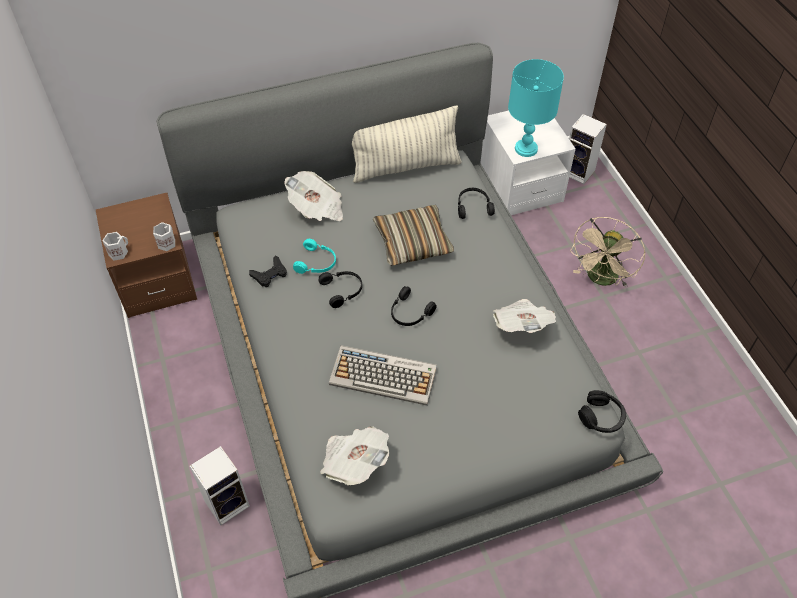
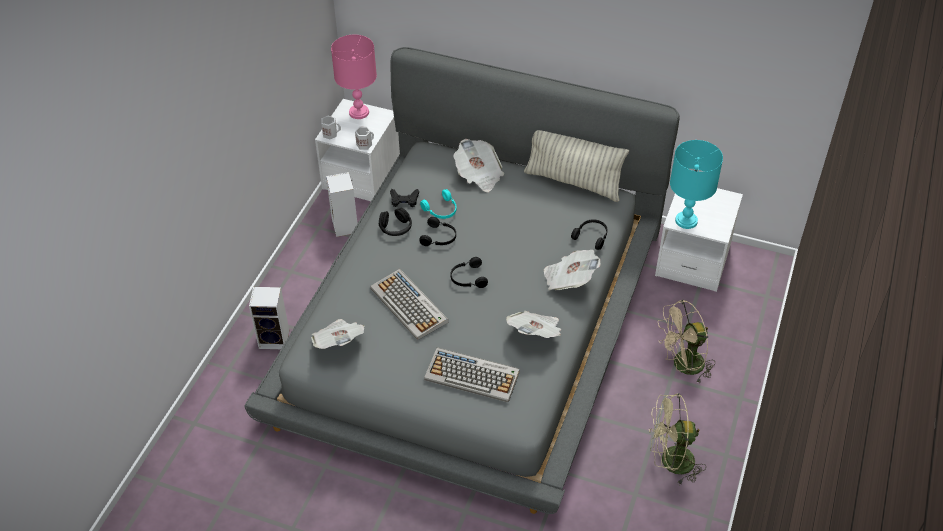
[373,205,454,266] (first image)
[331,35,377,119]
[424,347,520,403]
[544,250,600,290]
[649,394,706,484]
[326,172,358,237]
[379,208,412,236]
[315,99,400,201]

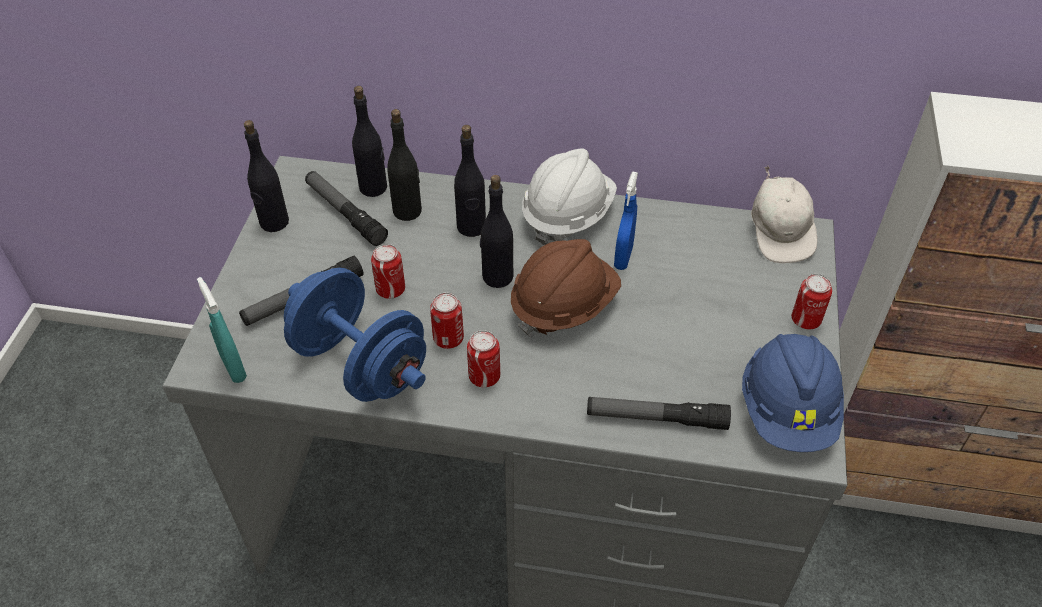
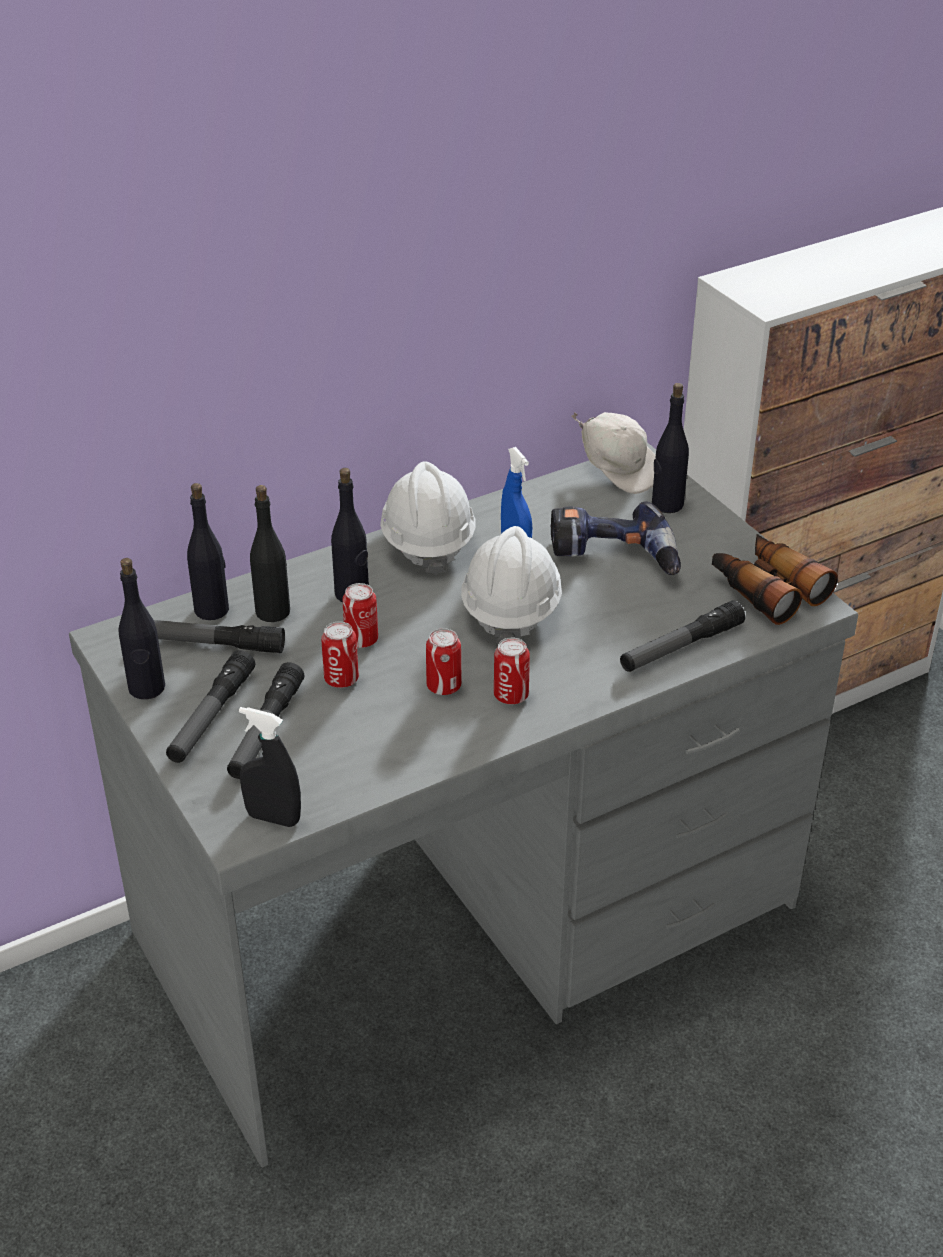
[284,268,426,402] (first image)
[166,650,255,763]
[550,502,681,575]
[652,383,689,513]
[343,583,378,648]
[712,534,838,625]
[239,707,301,827]
[461,526,562,643]

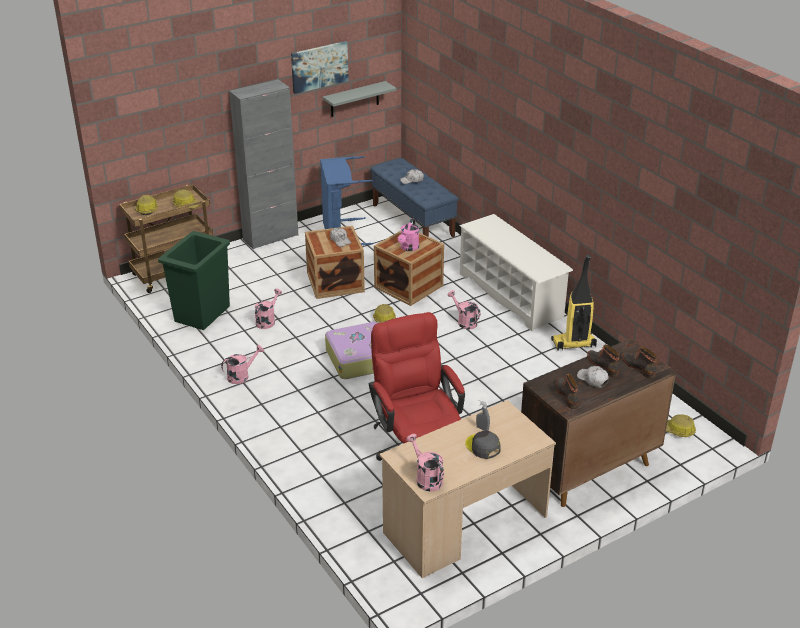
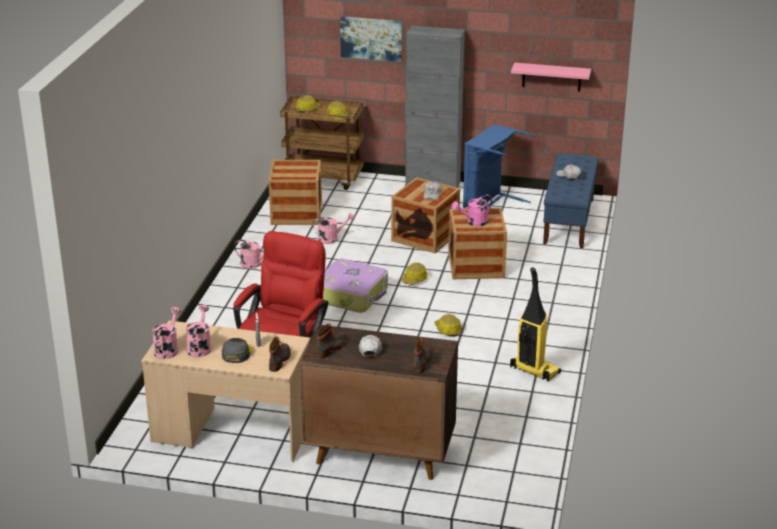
[460,214,573,331] (first image)
[340,17,402,62]
[186,305,211,357]
[269,336,291,372]
[434,314,463,337]
[269,160,322,225]
[511,63,591,92]

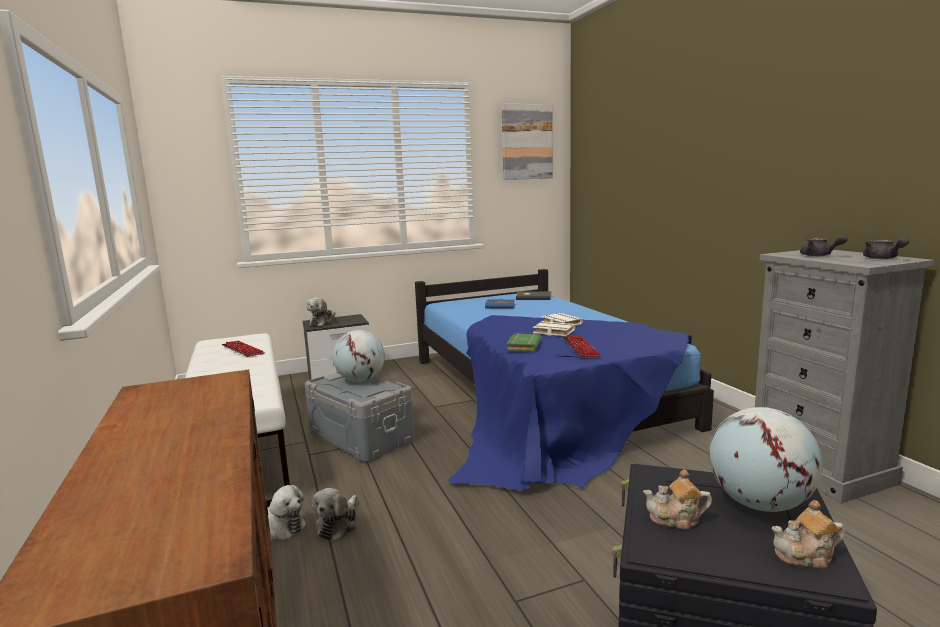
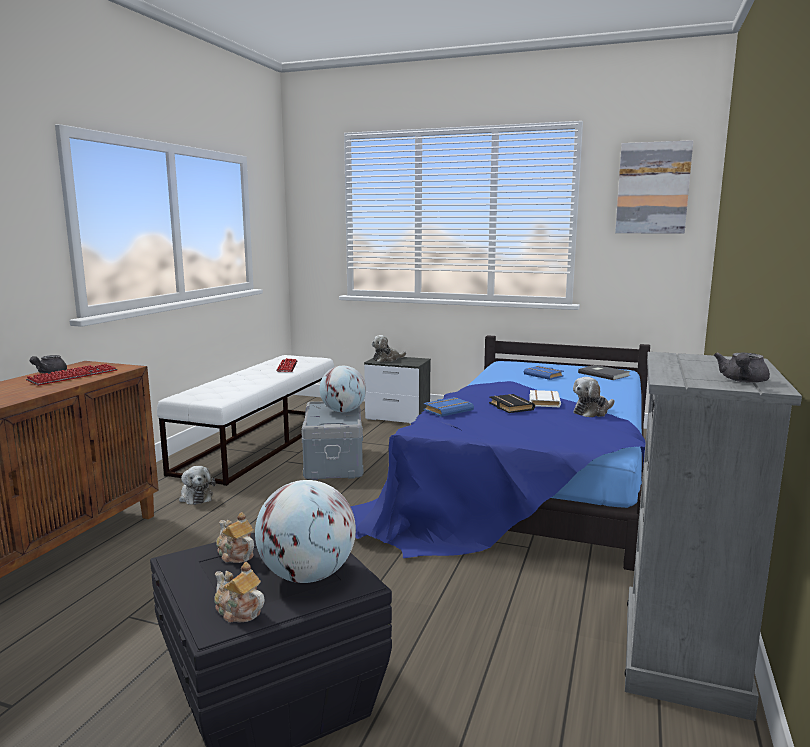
[573,377,615,417]
[26,364,118,386]
[30,355,67,374]
[423,397,474,417]
[489,394,535,413]

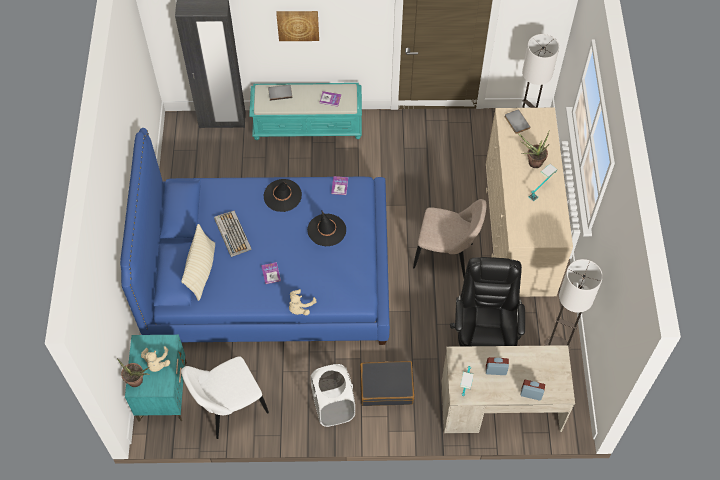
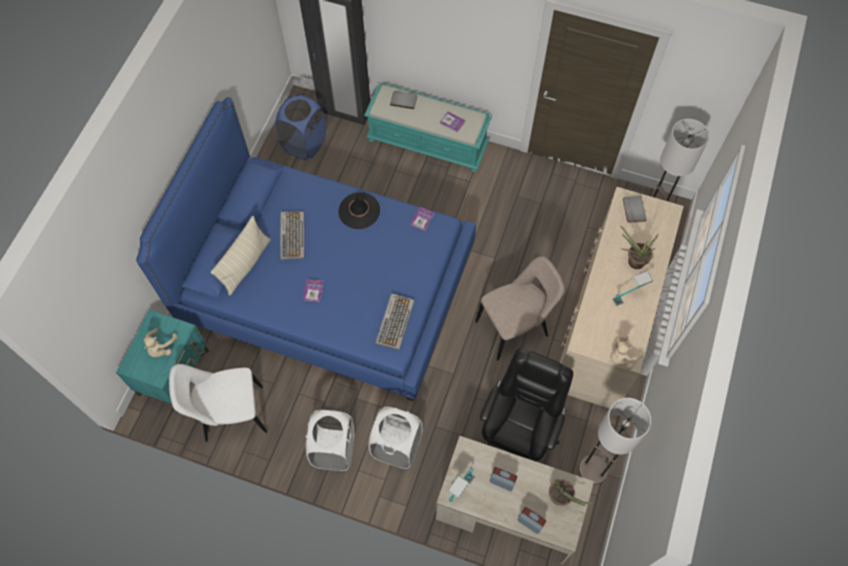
[276,11,319,41] (first image)
[307,211,346,246] (first image)
[276,94,326,160]
[375,293,415,350]
[549,478,594,506]
[610,336,643,370]
[368,407,423,469]
[475,256,565,360]

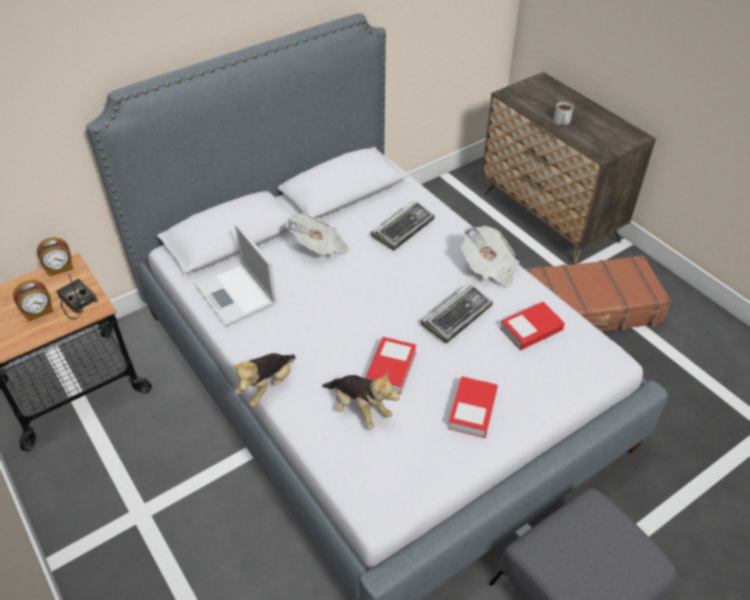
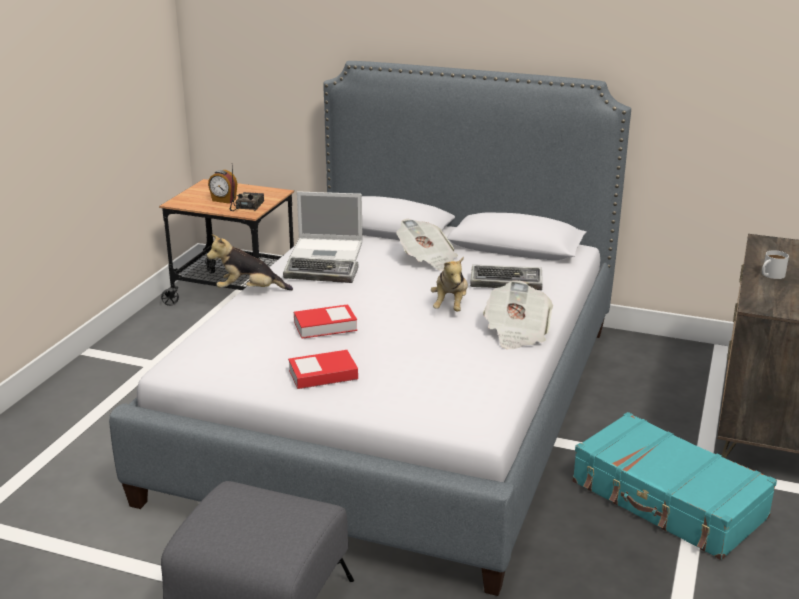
[37,237,73,276] (first image)
[500,302,565,350] (first image)
[431,256,468,312]
[283,256,359,283]
[572,412,777,560]
[290,191,363,261]

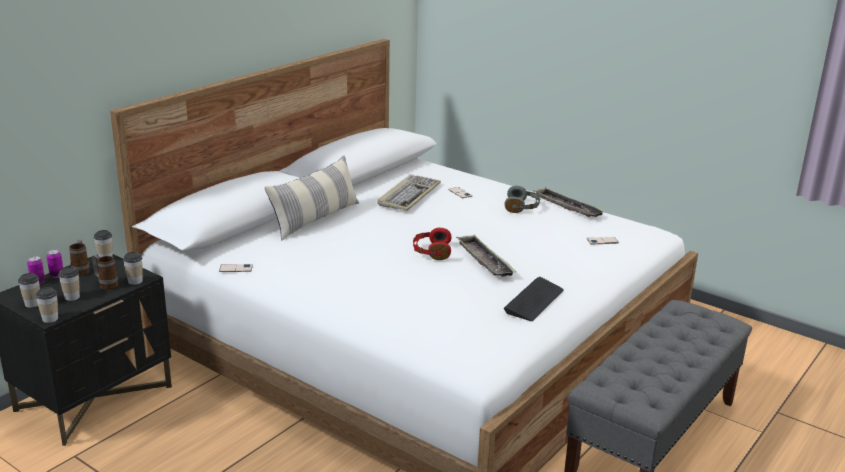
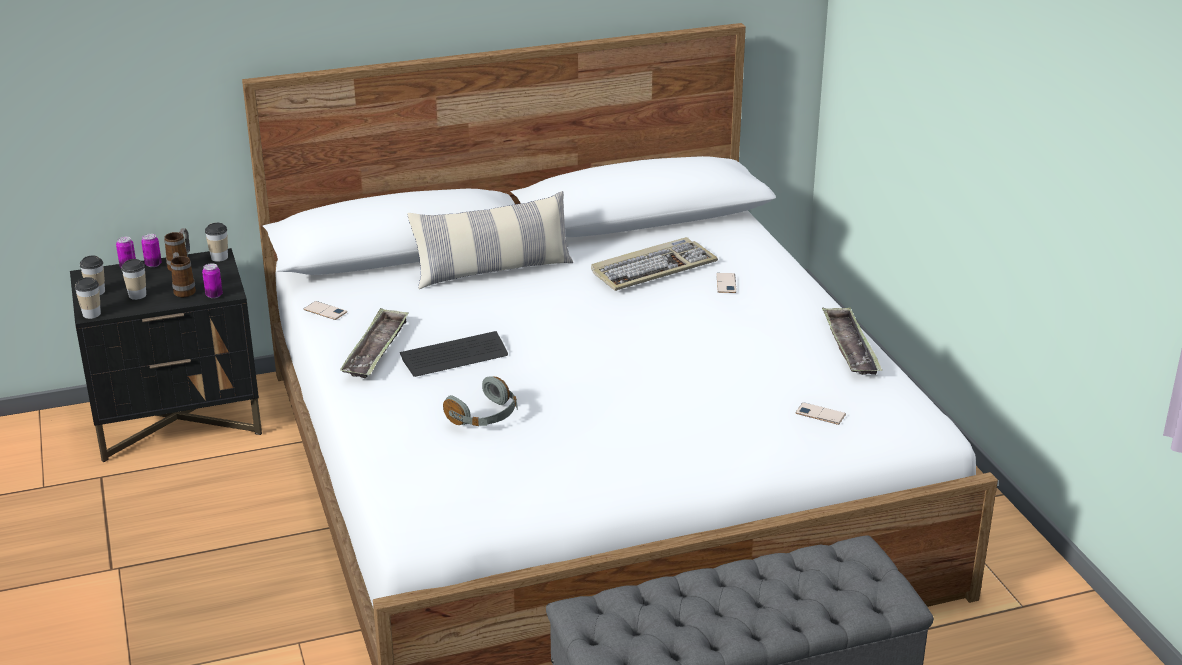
[413,228,452,260] (first image)
[340,308,409,379]
[400,331,508,377]
[443,376,518,426]
[202,263,223,298]

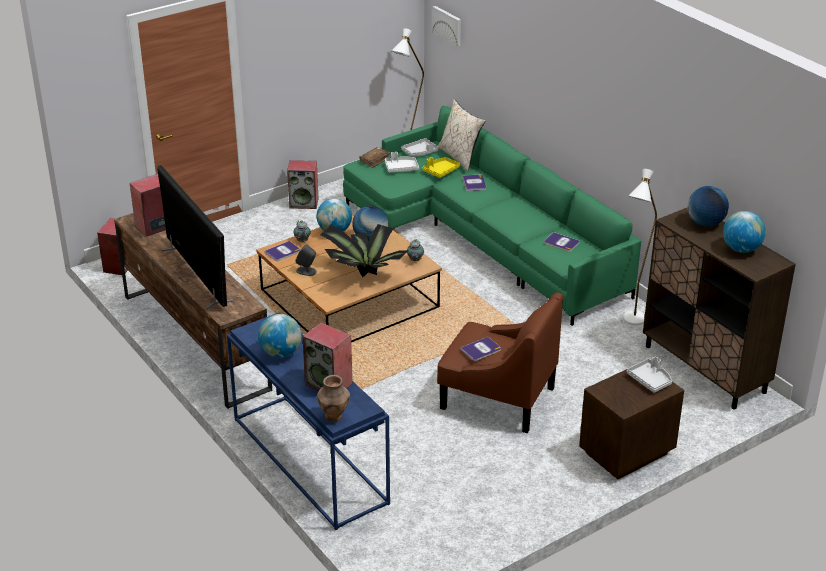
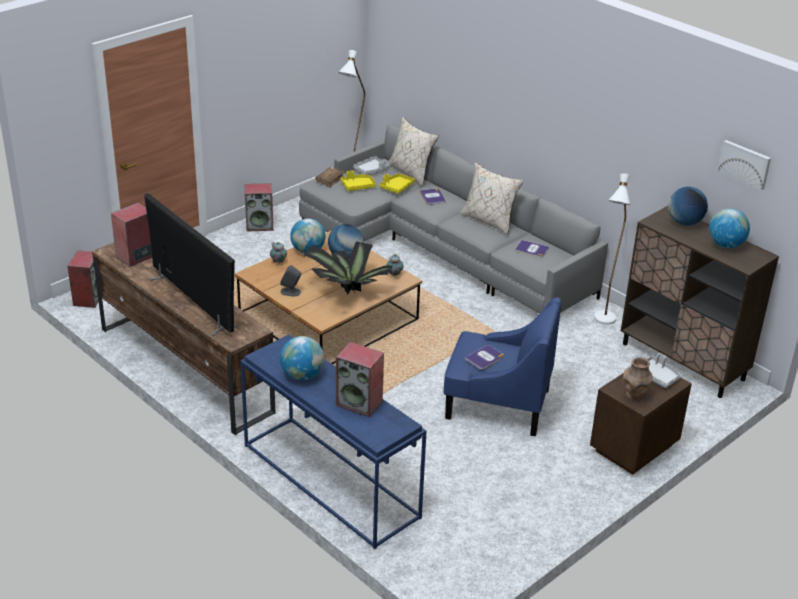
[264,241,301,261] (first image)
[460,162,524,235]
[623,357,652,401]
[718,140,771,190]
[299,124,608,313]
[341,170,376,191]
[443,297,562,436]

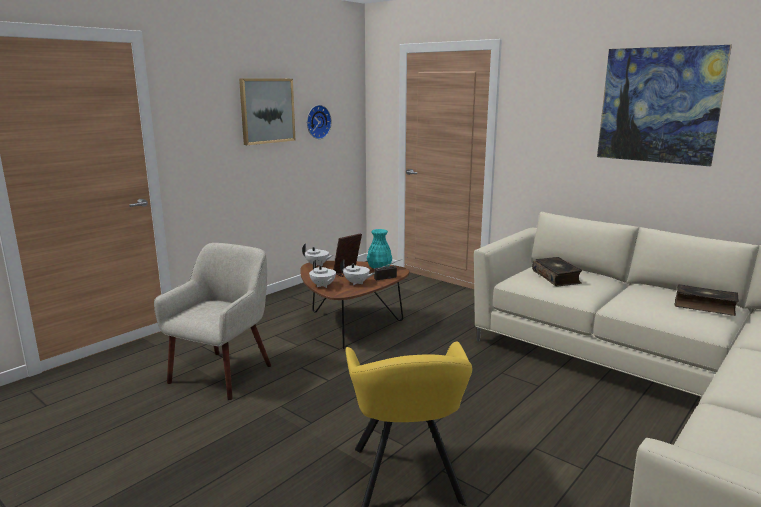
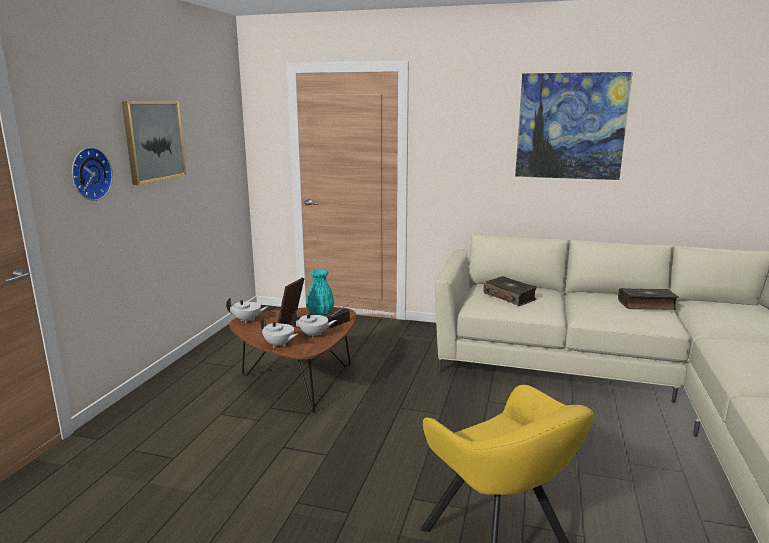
[154,243,272,400] (first image)
[72,147,113,201]

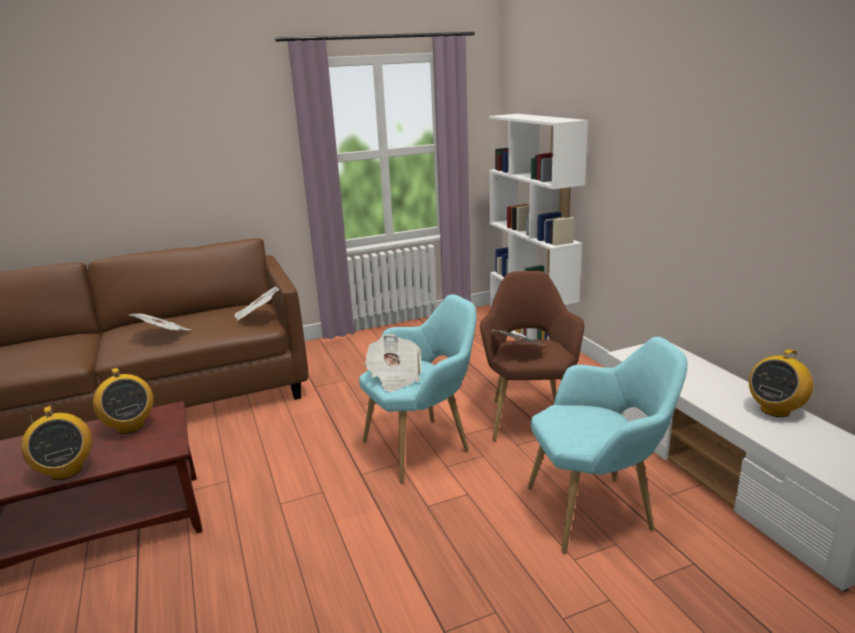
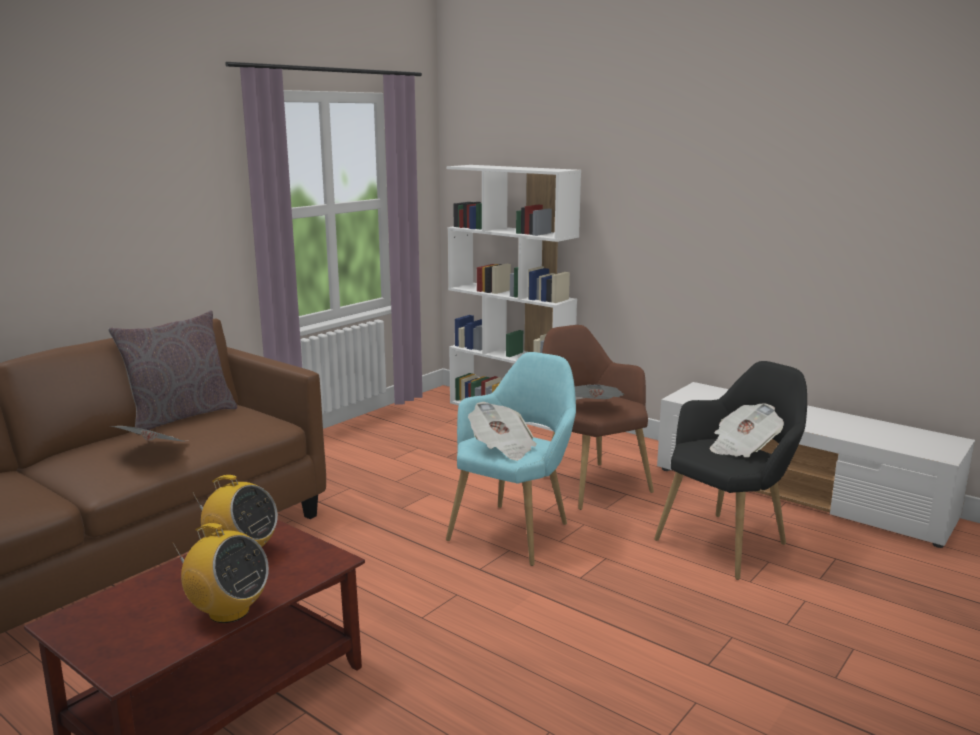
[749,349,813,417] (first image)
[108,310,237,434]
[710,403,784,457]
[654,361,807,580]

